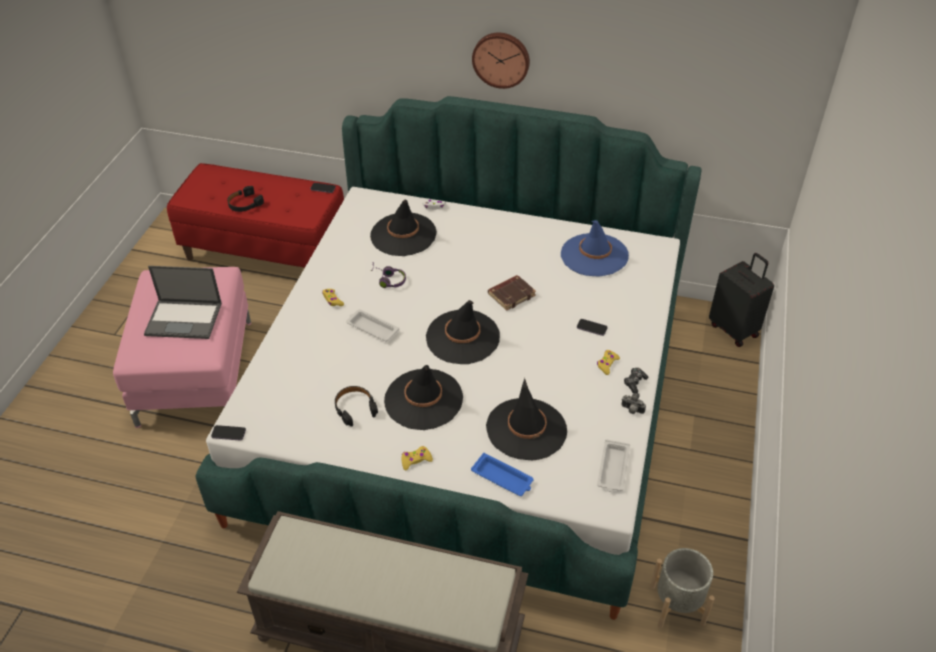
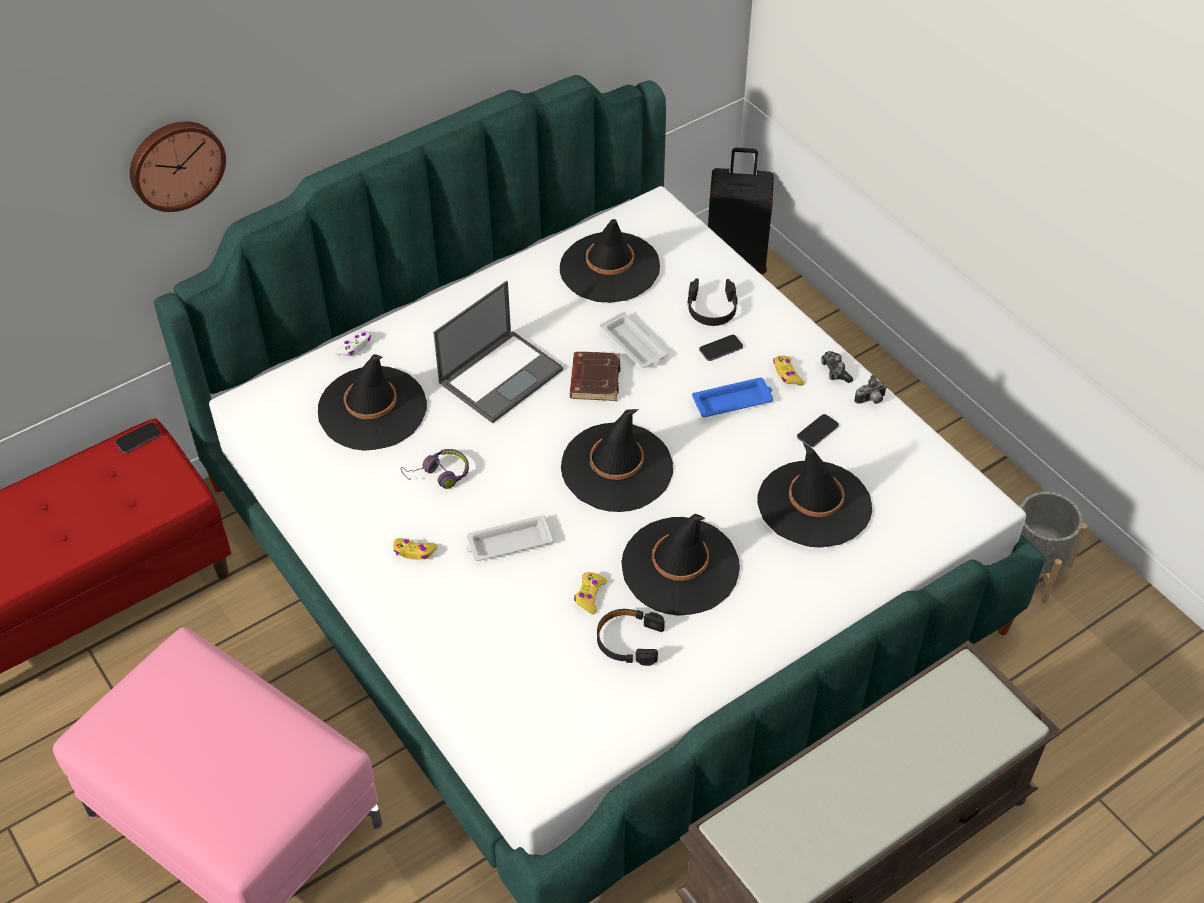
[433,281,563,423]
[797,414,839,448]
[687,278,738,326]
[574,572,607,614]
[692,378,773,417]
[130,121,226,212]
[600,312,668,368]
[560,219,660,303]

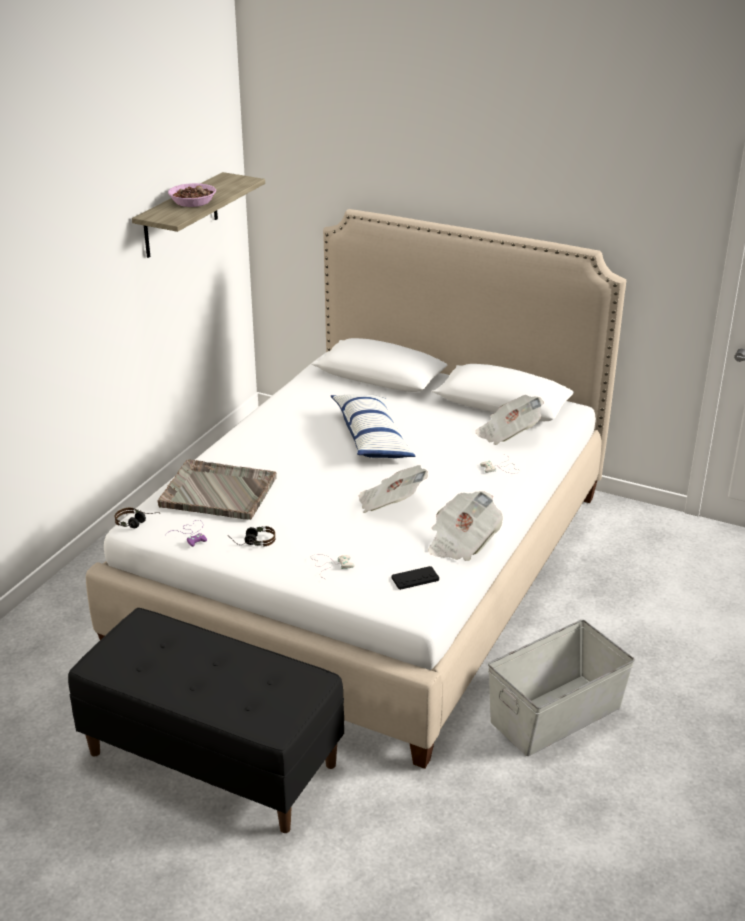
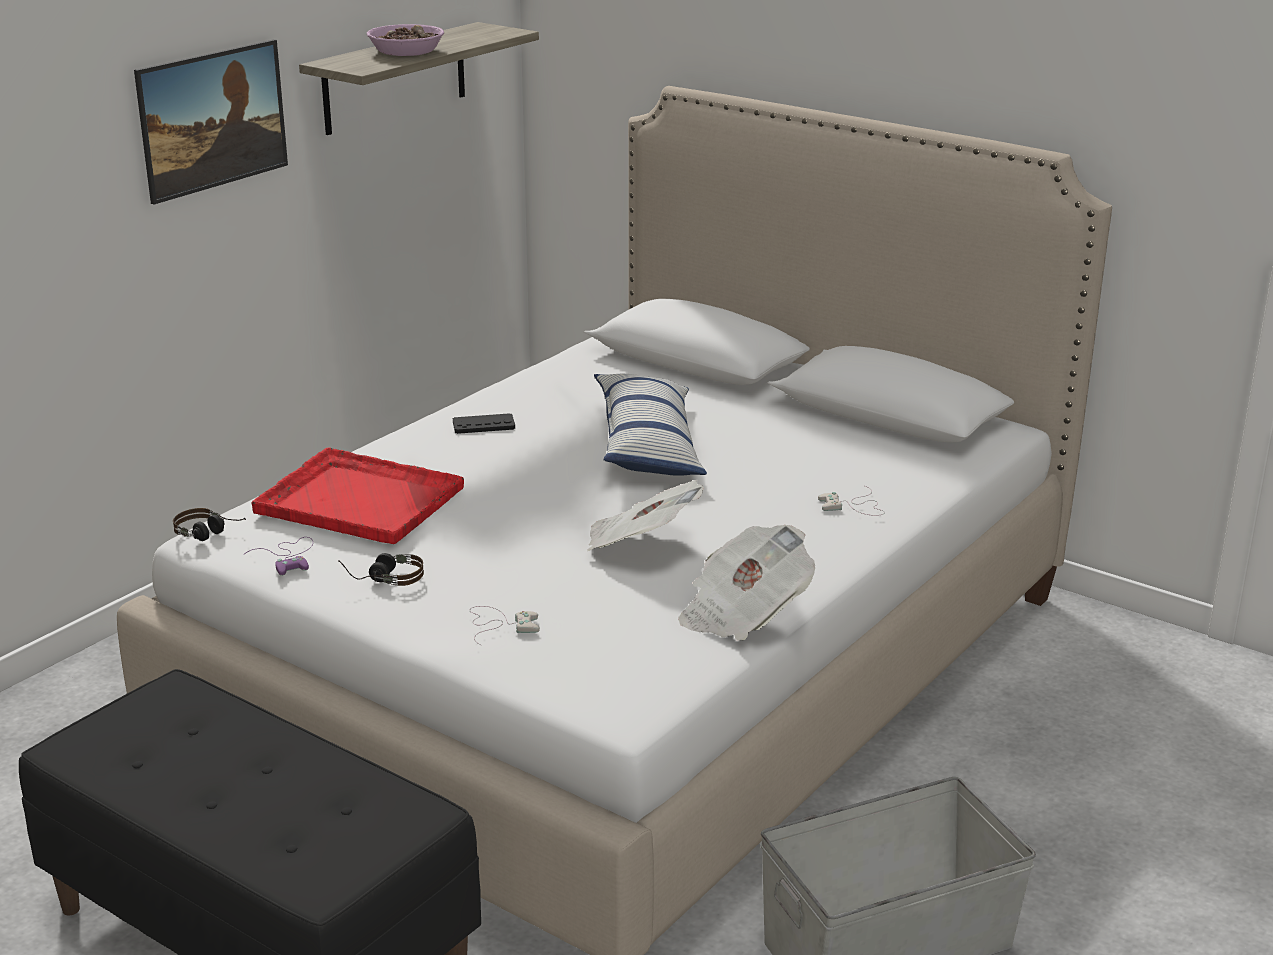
[475,395,544,445] (first image)
[134,39,288,204]
[453,413,515,434]
[251,447,464,544]

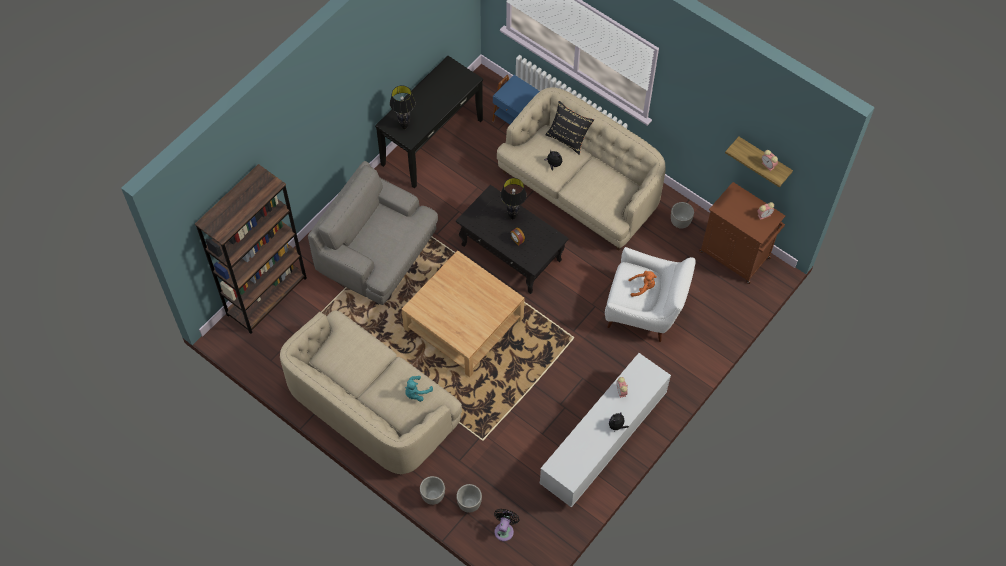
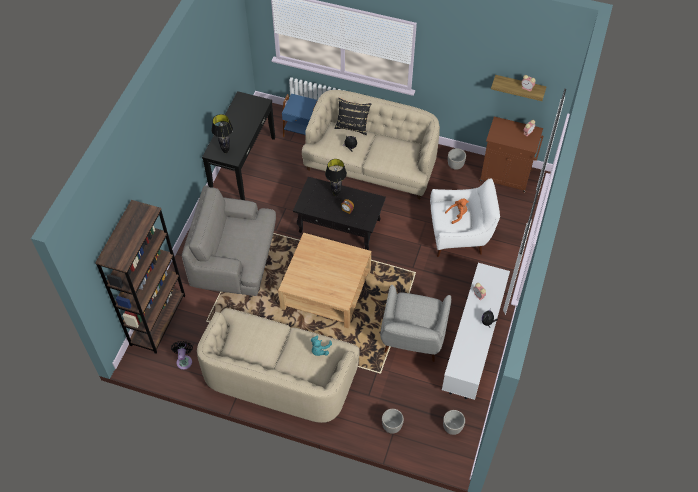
[380,285,451,362]
[443,410,465,435]
[171,341,193,370]

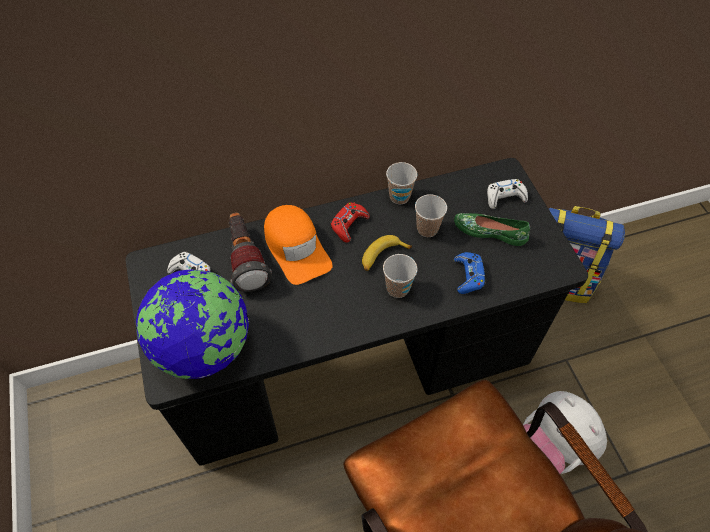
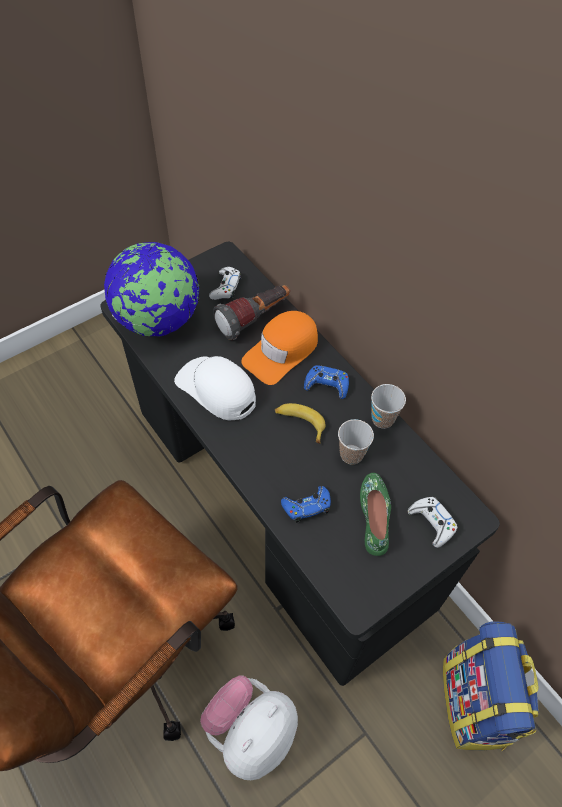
[383,254,417,298] (first image)
[174,356,256,420]
[304,365,349,399]

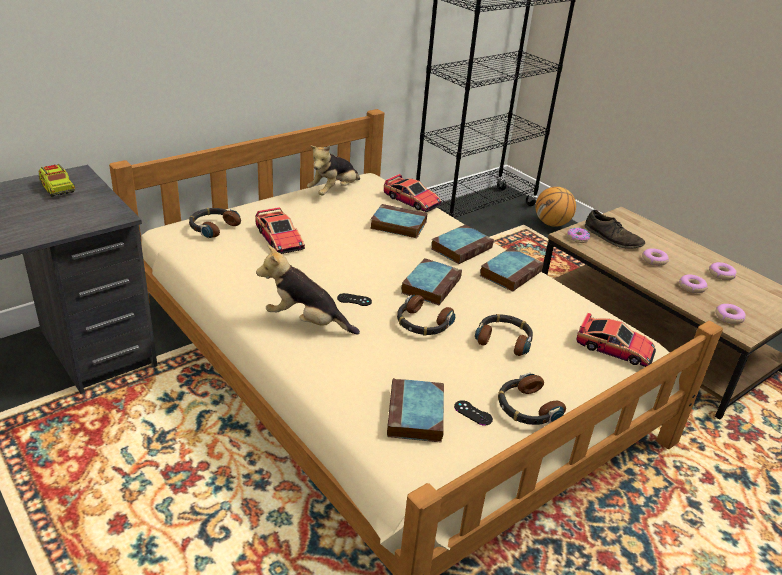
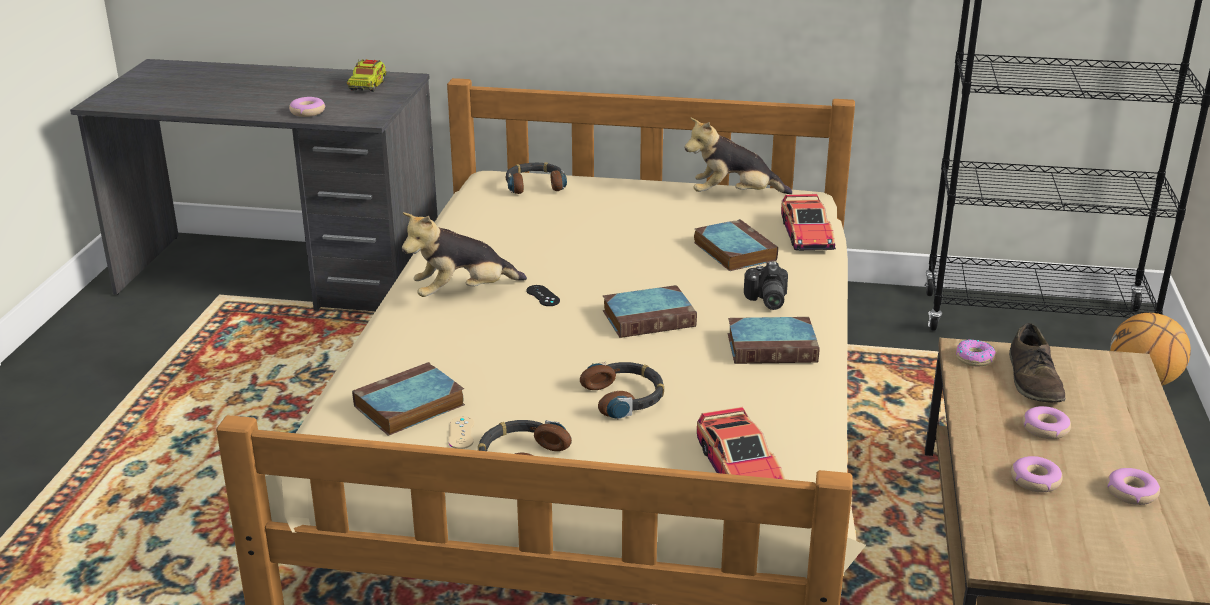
[255,207,305,254] (first image)
[397,295,455,336] (first image)
[289,97,325,117]
[744,261,788,310]
[449,416,474,449]
[402,213,527,297]

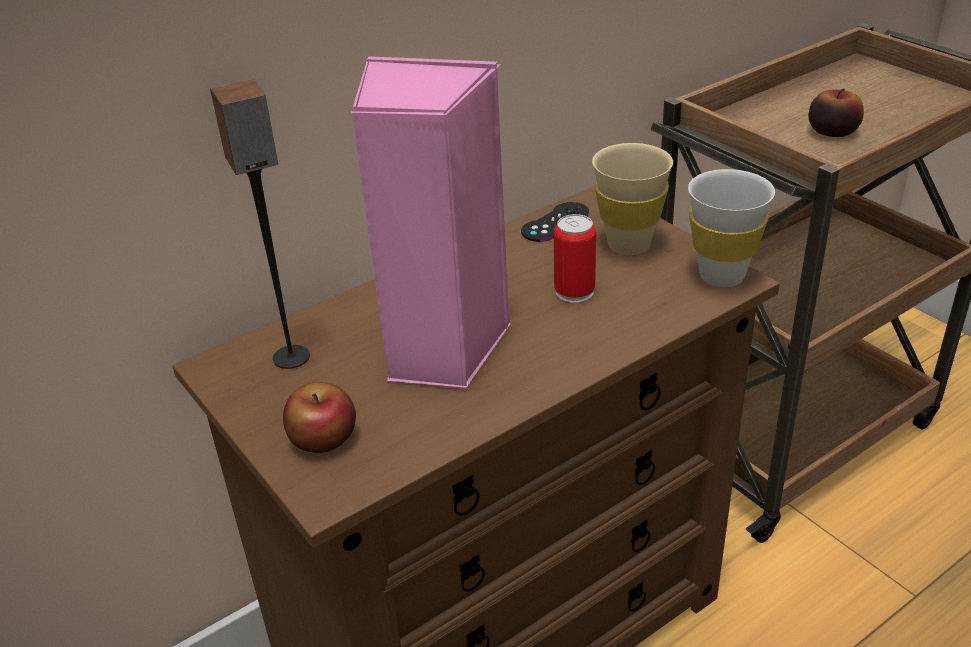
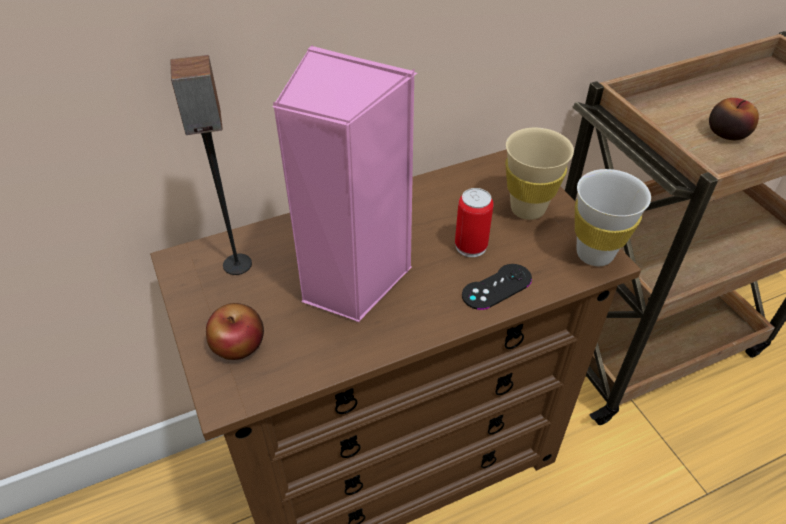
[462,264,532,310]

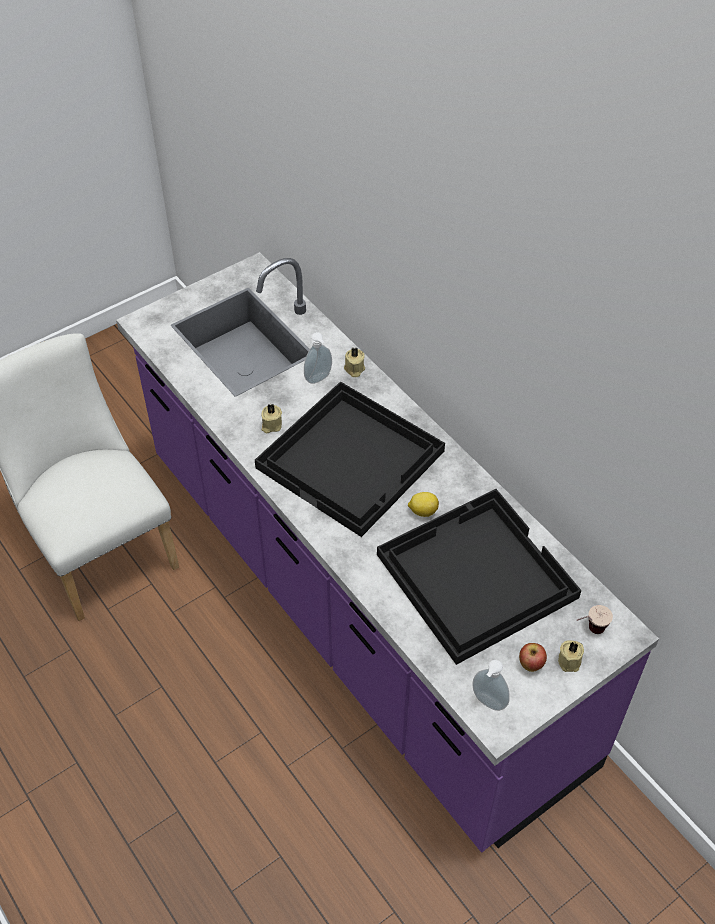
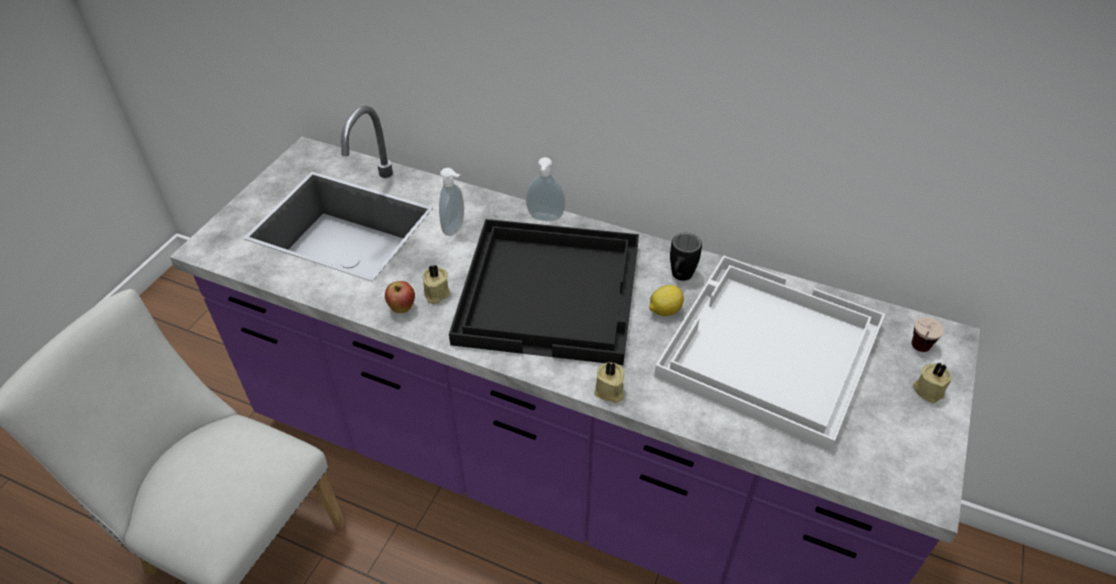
[670,233,702,281]
[594,361,624,403]
[526,157,565,221]
[385,281,415,313]
[654,256,885,451]

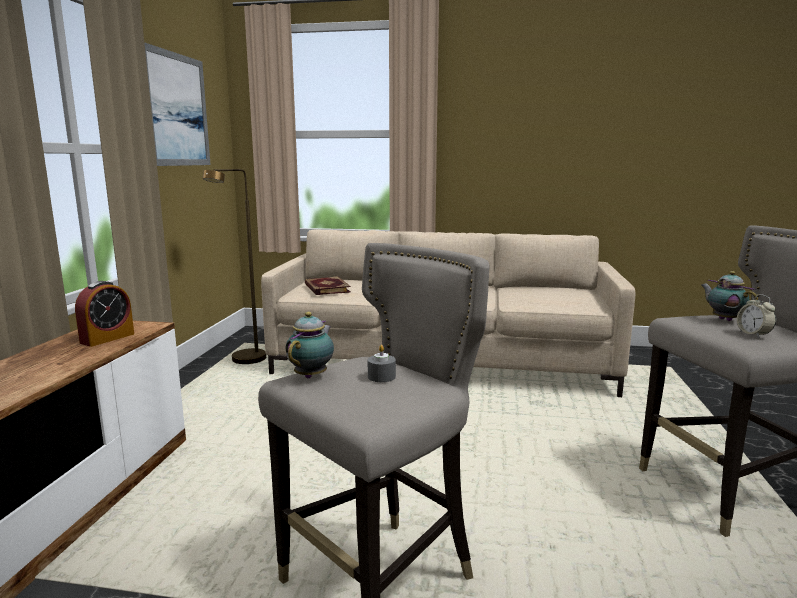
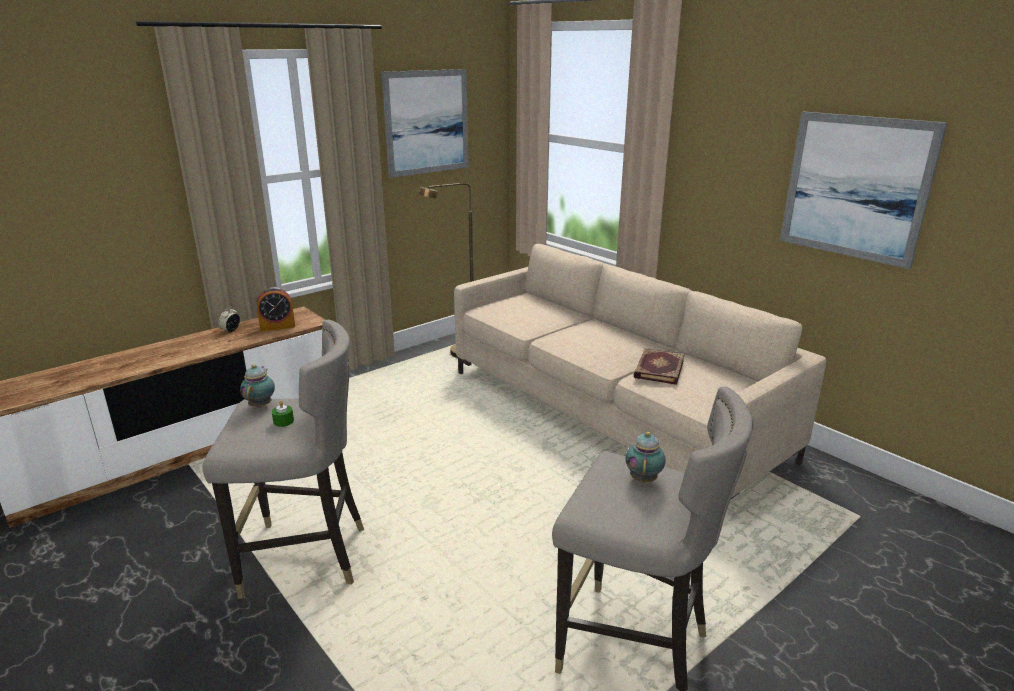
[780,111,948,269]
[634,349,684,385]
[219,307,240,332]
[272,401,294,427]
[240,364,275,408]

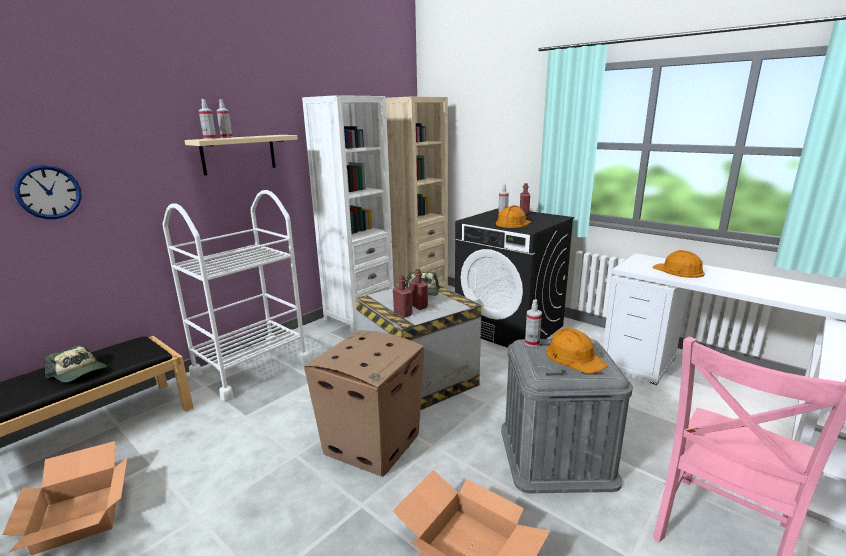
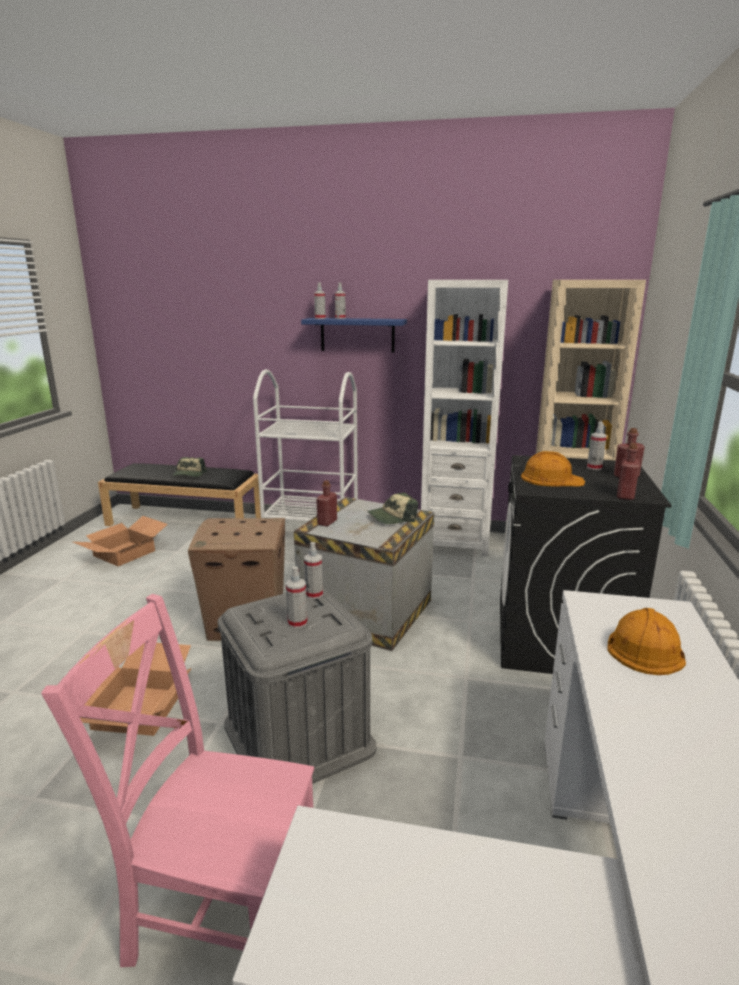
[14,165,82,219] (first image)
[617,443,640,500]
[286,566,308,628]
[301,318,407,352]

